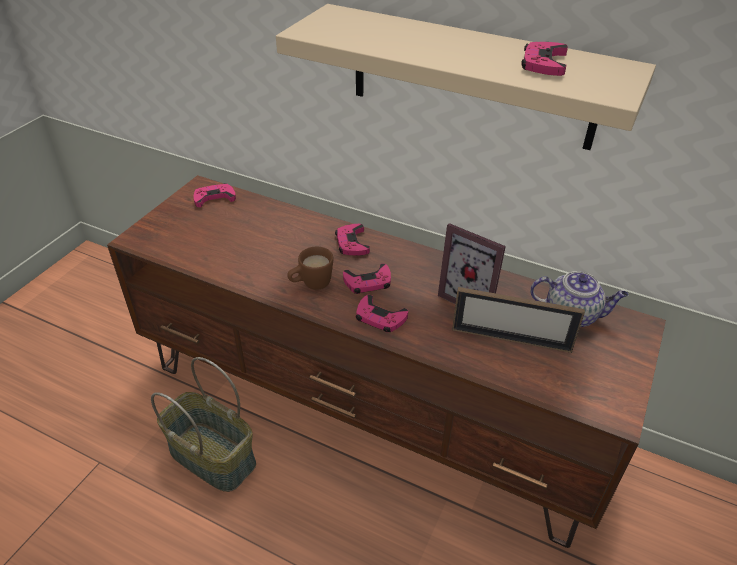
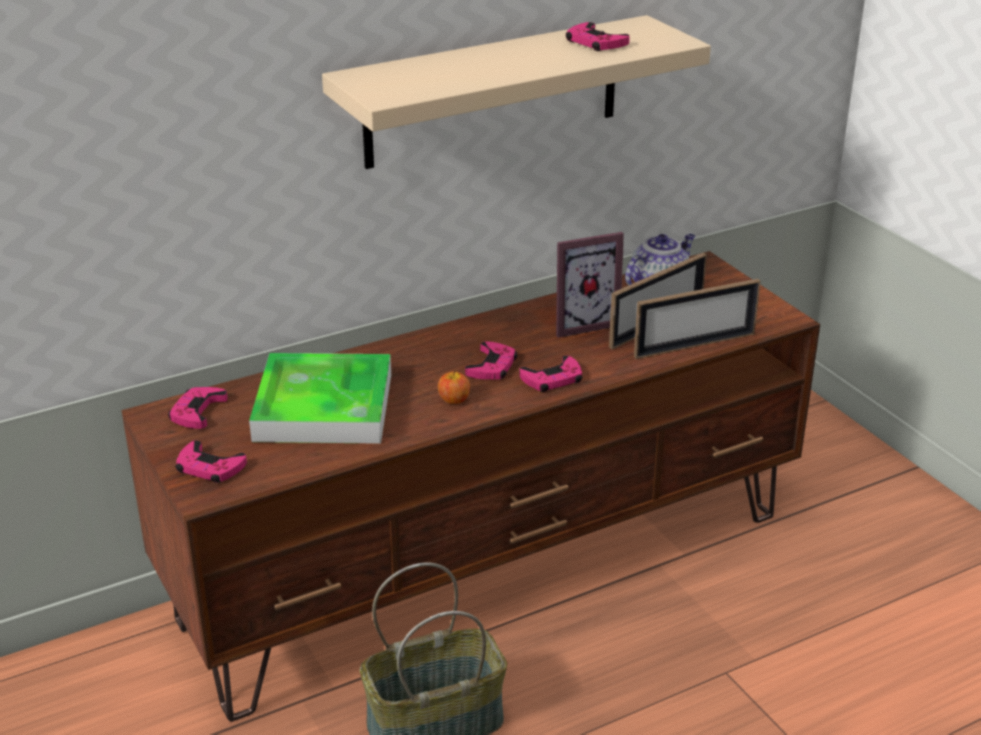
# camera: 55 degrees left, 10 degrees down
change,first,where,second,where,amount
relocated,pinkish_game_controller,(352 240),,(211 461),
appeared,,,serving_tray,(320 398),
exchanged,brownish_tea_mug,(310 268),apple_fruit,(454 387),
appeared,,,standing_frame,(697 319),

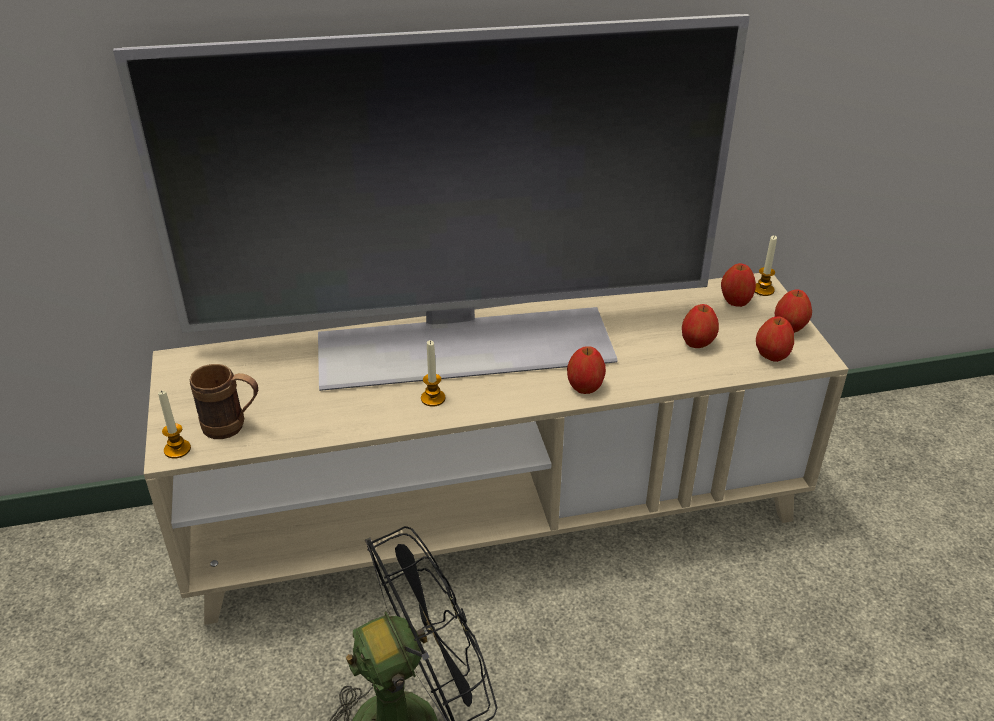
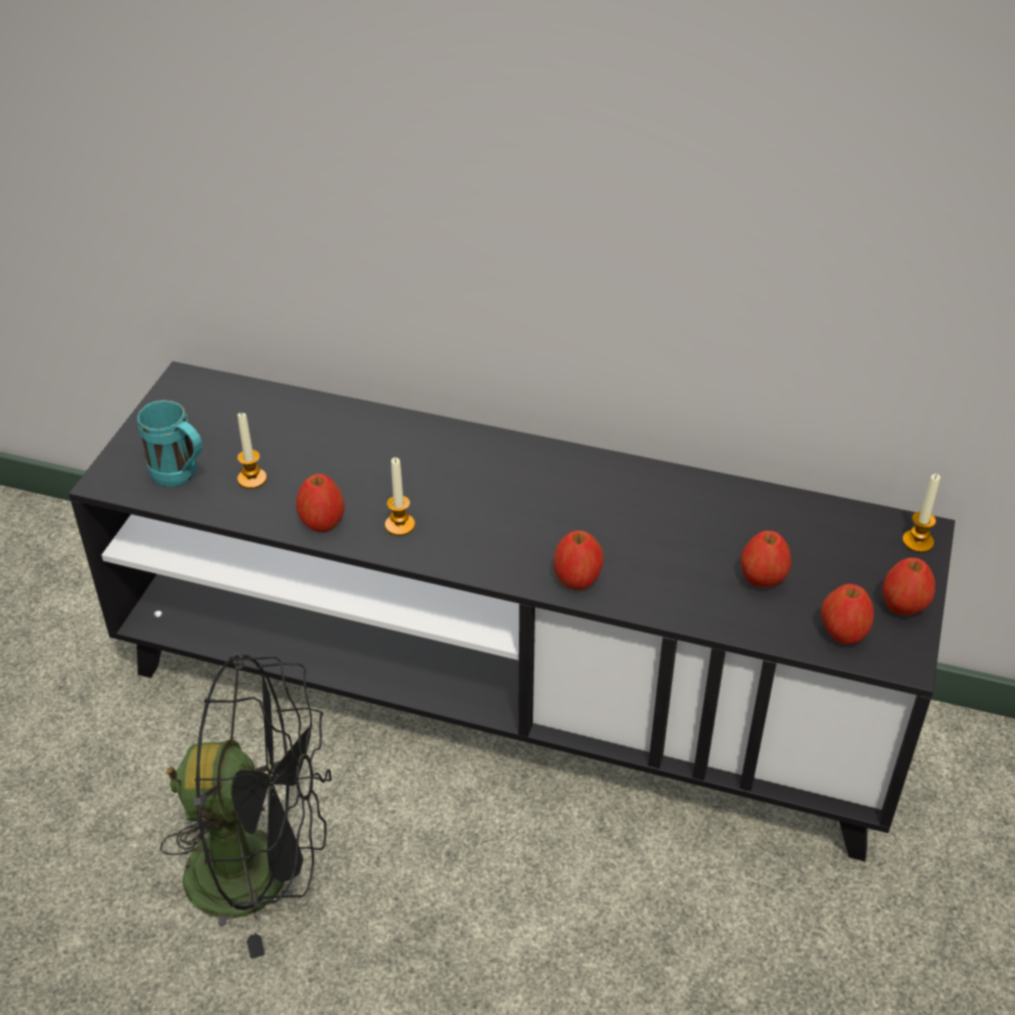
# camera: 30 degrees right, 5 degrees up
change,first,where,second,where,amount
colour,beige-coloured_media_console,(496 449),black_media_console,(512 611),
colour,brownish_tea_mug,(224 401),turquoise-coloured_tea_mug,(169 443),
relocated,wax_light,(174 424),,(252 450),
relocated,apple_fruit,(738 285),,(320 503),
missing,TV,(431 202),,,

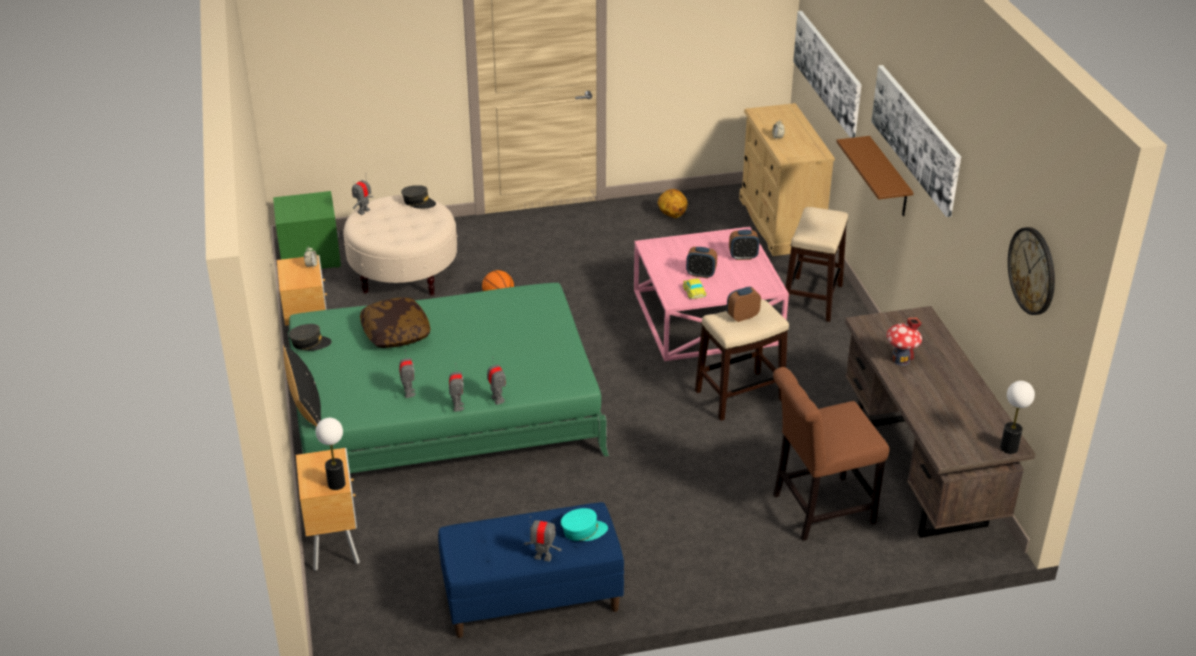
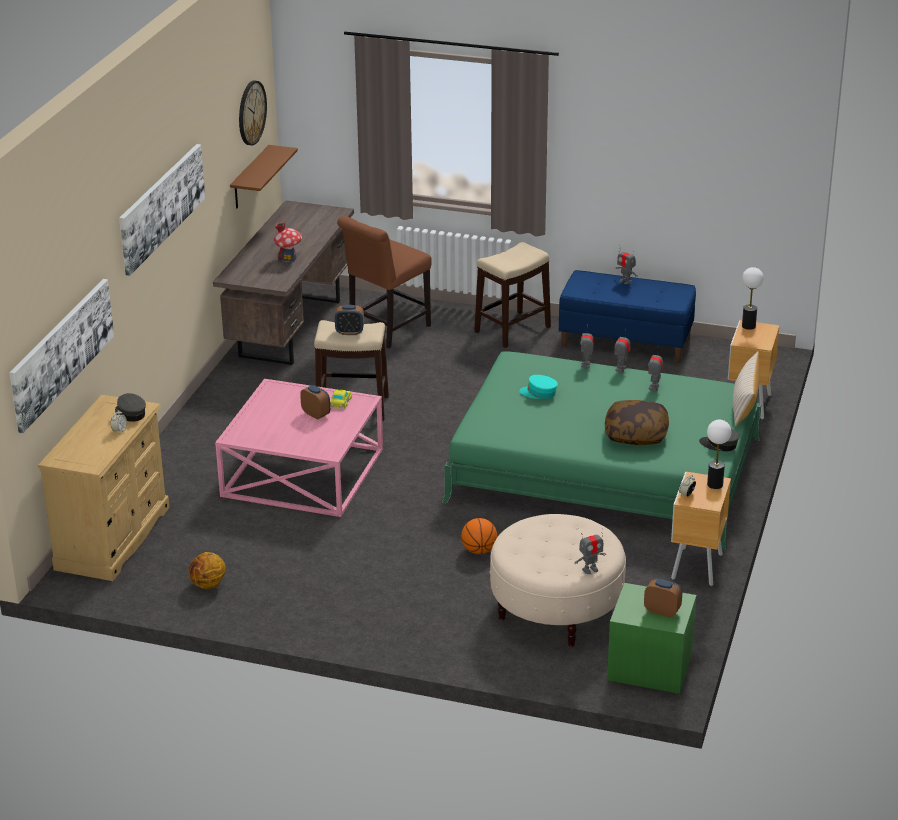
# camera: 150 degrees left, 5 degrees down
change,first,where,second,where,amount
relocated,gray_baseball_cap,(418 197),,(130 407),
relocated,brownish_bracket_shelf,(875 176),,(264 177),
spun,brownish_chair,(831 454),,(384 282),120 degrees clockwise
relocated,stool,(816 264),,(512 295),
relocated,turquoise-coloured_baseball_cap,(584 524),,(539 387),
relocated,alarm_clock,(744 245),,(663 597),
relocated,tabletop_lamp,(1017 417),,(719 454),
colour,black_throw_pillow,(302 385),beige-coloured_throw_pillow,(746 389),

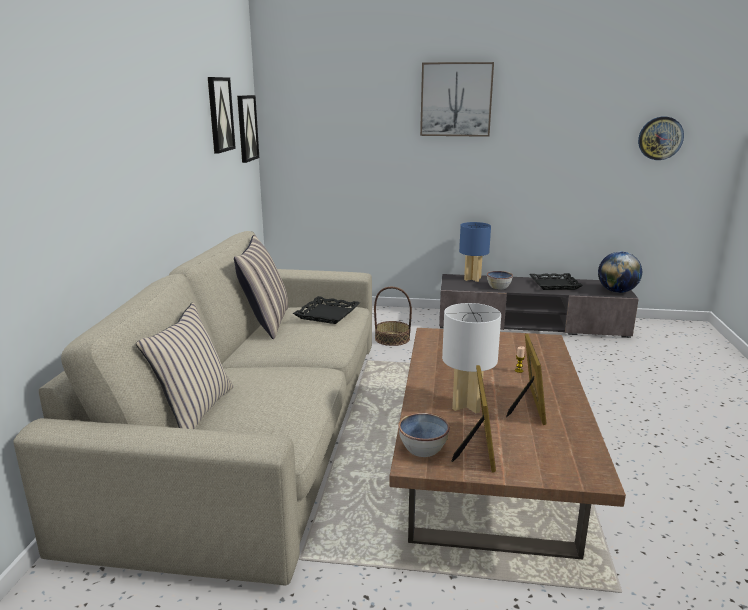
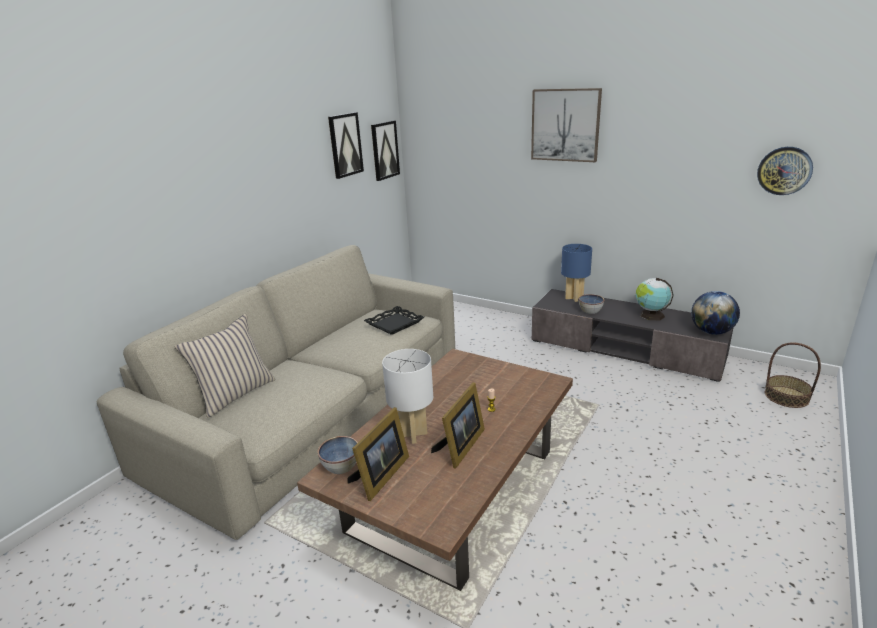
# camera: 25 degrees right, 5 degrees up
change,first,where,second,where,amount
exchanged,black_serving_tray,(556 281),globe,(655 299),
relocated,household_basket,(393 316),,(793 375),
missing,throw_pillow,(261 287),,,

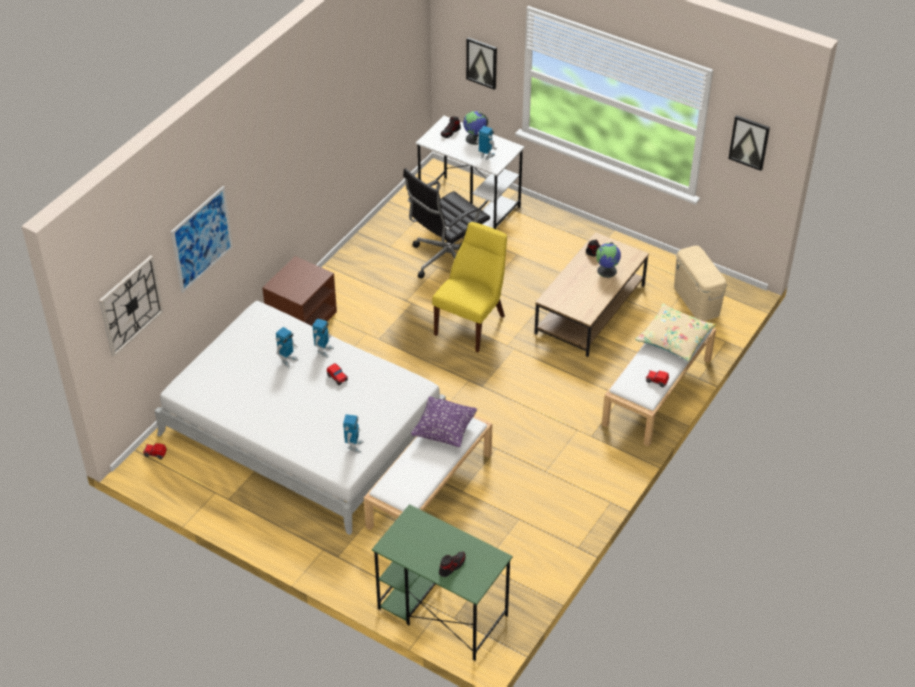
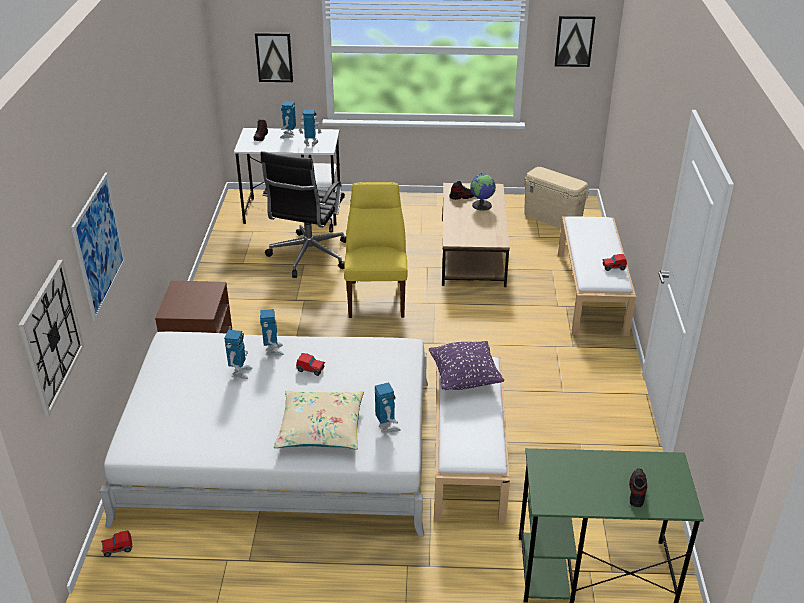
# camera: 30 degrees left, 10 degrees down
change,first,where,second,where,amount
relocated,beige-coloured_throw_pillow,(675 332),,(319 420),
exchanged,globe,(475 128),toy_robot,(288 119),

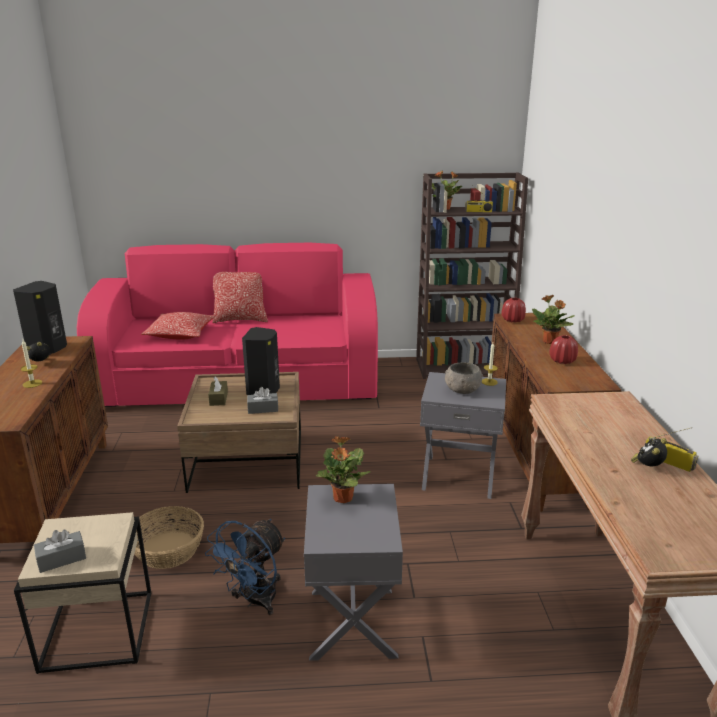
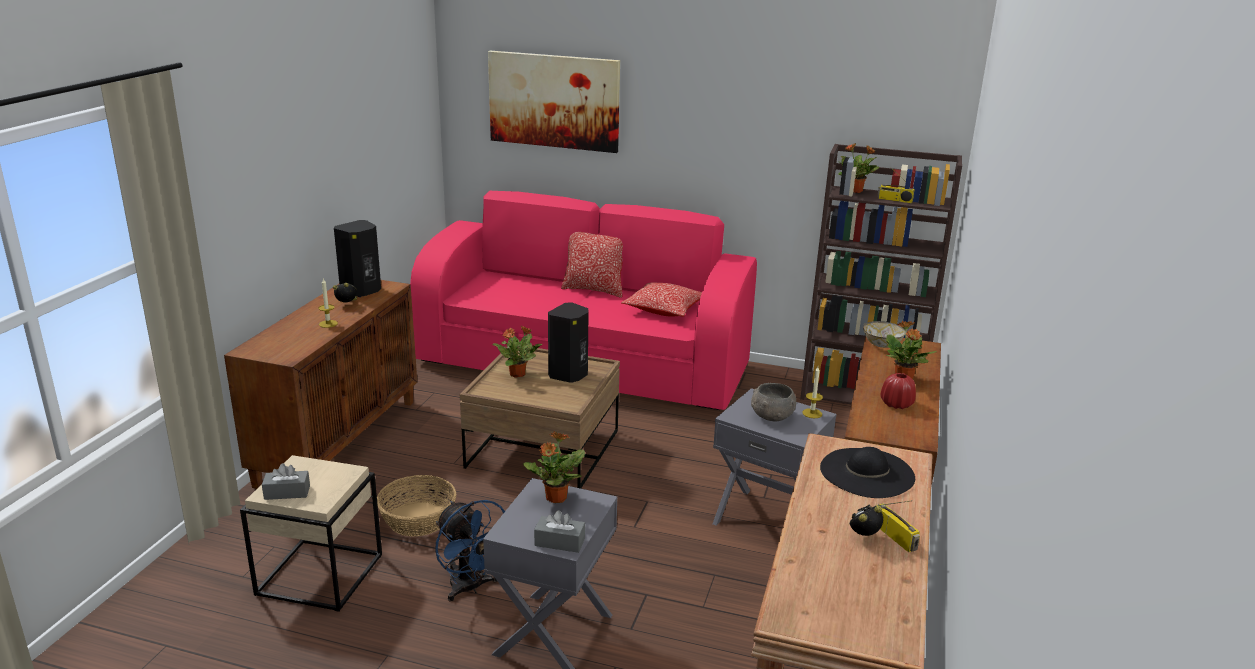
# camera: 20 degrees right, 0 degrees up
change,first,where,second,where,amount
spun,blue_fan,(245 567),,(470 550),90 degrees counterclockwise
appeared,,,wall_picture,(554 102),
exchanged,brownish_tissue_holder,(218 391),potted_plant,(517 352),
relocated,gray_tissue_holder,(262 400),,(559 531),
relocated,throw_pillow,(178 326),,(661 299),
appeared,,,black_wearable_hat,(867 472),
exchanged,reddish_vase,(513 310),deep_dish,(884 334),

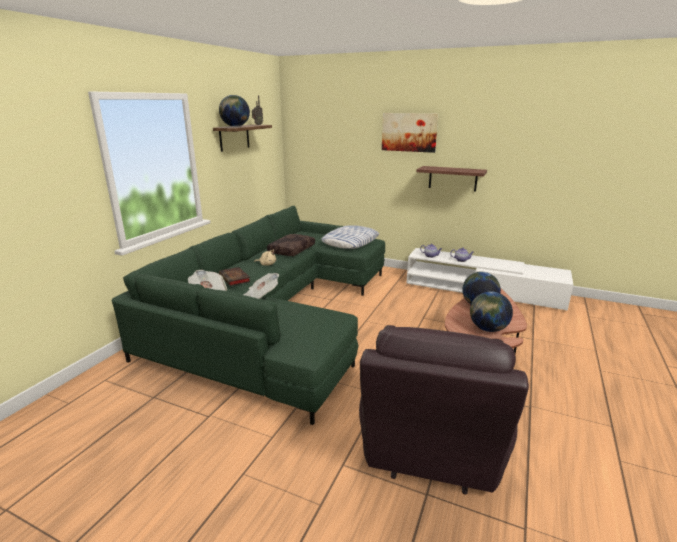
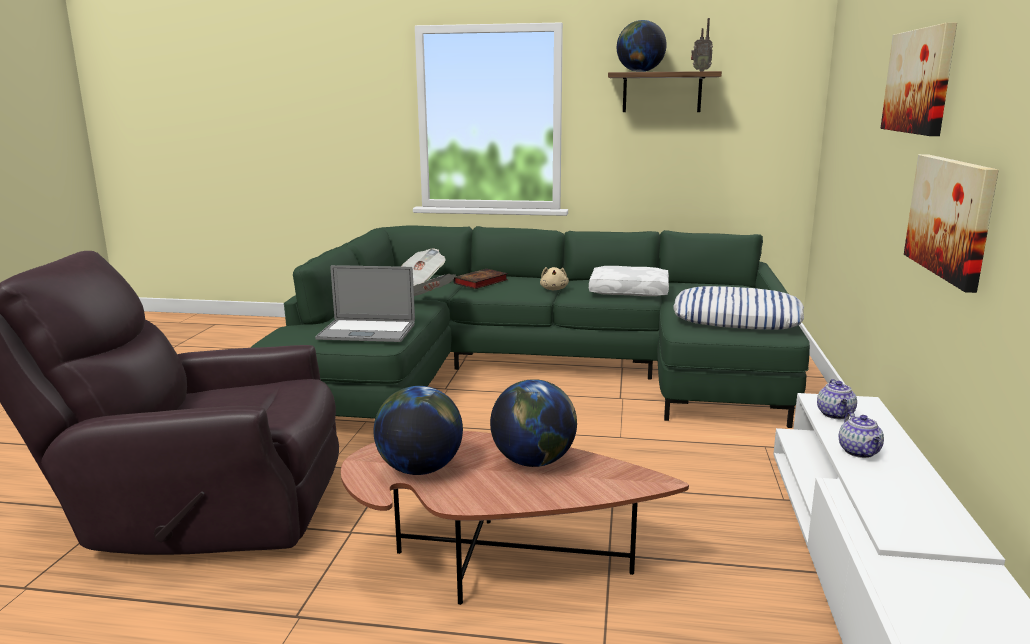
# camera: 75 degrees right, 5 degrees down
change,first,where,second,where,amount
appeared,,,portable_computer,(365 303),
colour,brownish_throw_pillow,(291 245),whitish_throw_pillow,(629 281),
exchanged,bracket_shelf,(451 178),wall_picture,(951 223),

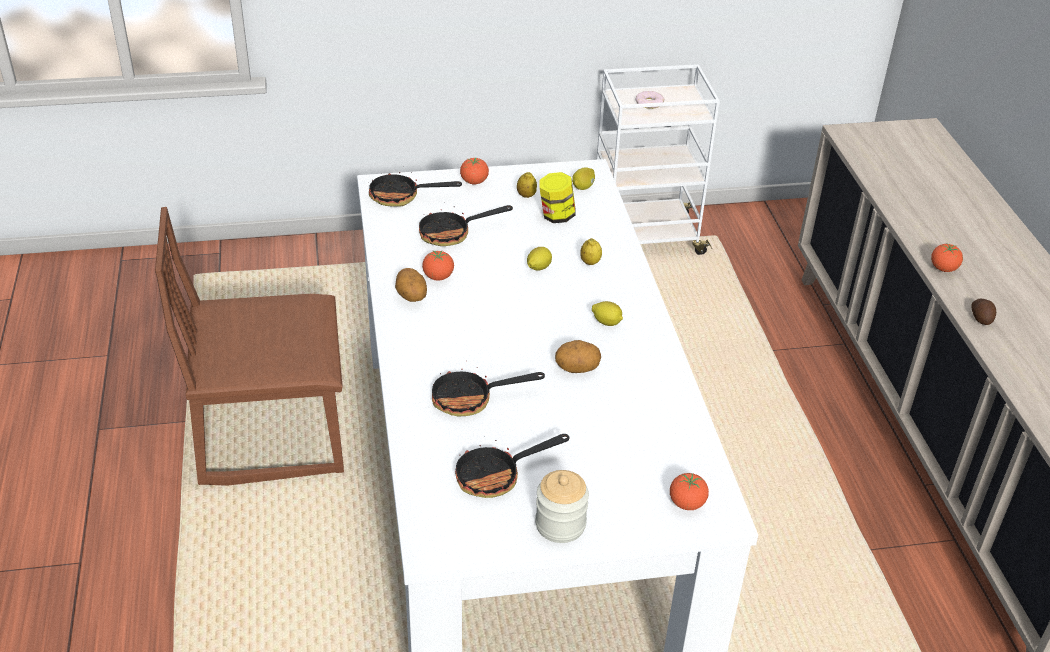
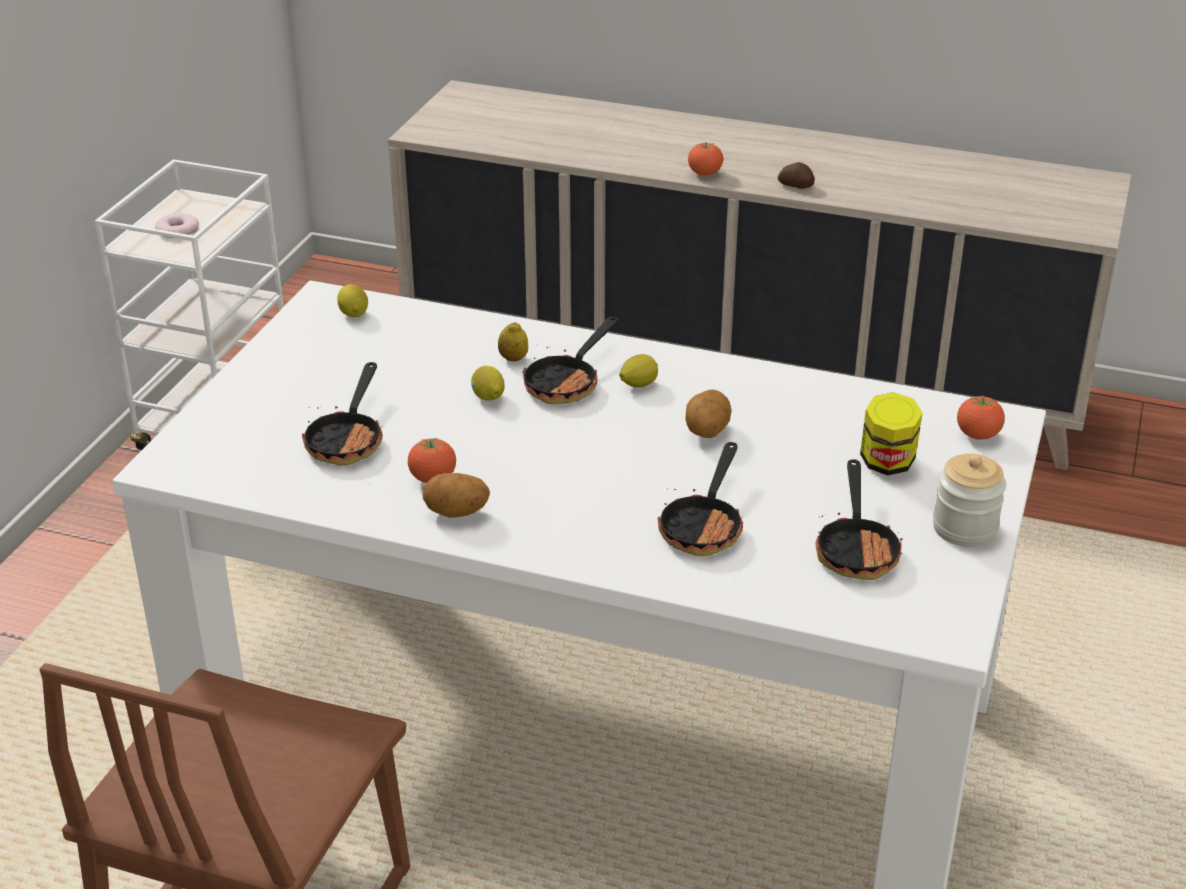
# camera: 60 degrees left, 5 degrees down
change,first,where,second,where,amount
relocated,pan,(415 189),,(570 360),
relocated,jar,(558 197),,(891 433),
missing,fresh_tomato,(474 171),,,
missing,citrus_fruit,(527 185),,,

